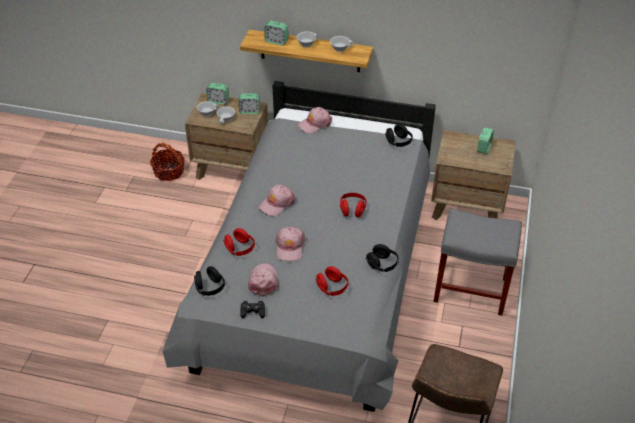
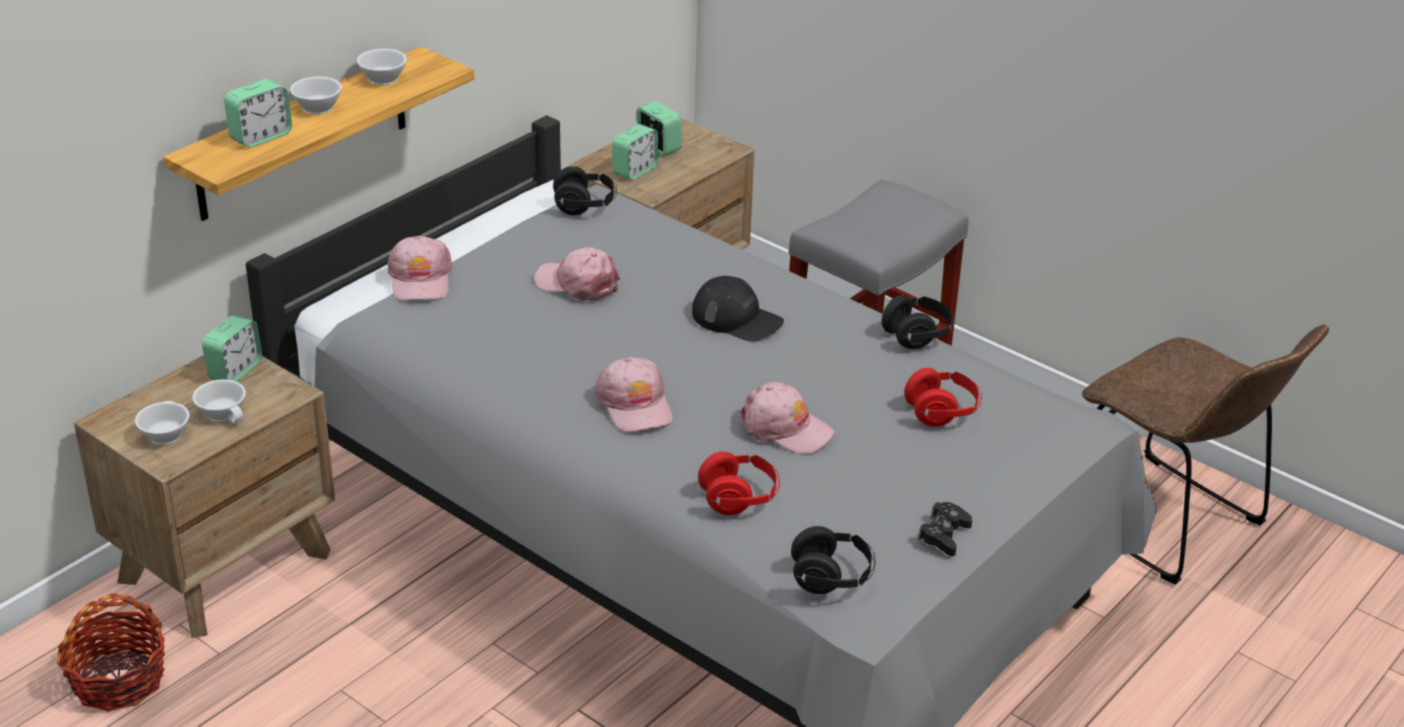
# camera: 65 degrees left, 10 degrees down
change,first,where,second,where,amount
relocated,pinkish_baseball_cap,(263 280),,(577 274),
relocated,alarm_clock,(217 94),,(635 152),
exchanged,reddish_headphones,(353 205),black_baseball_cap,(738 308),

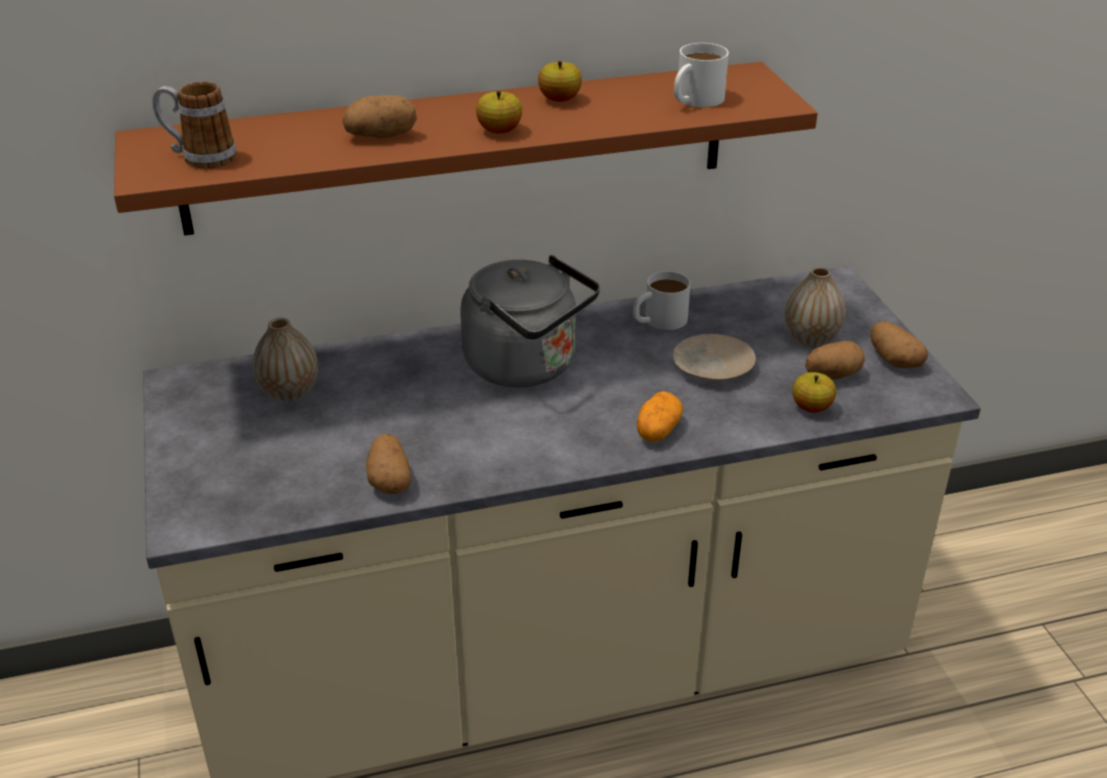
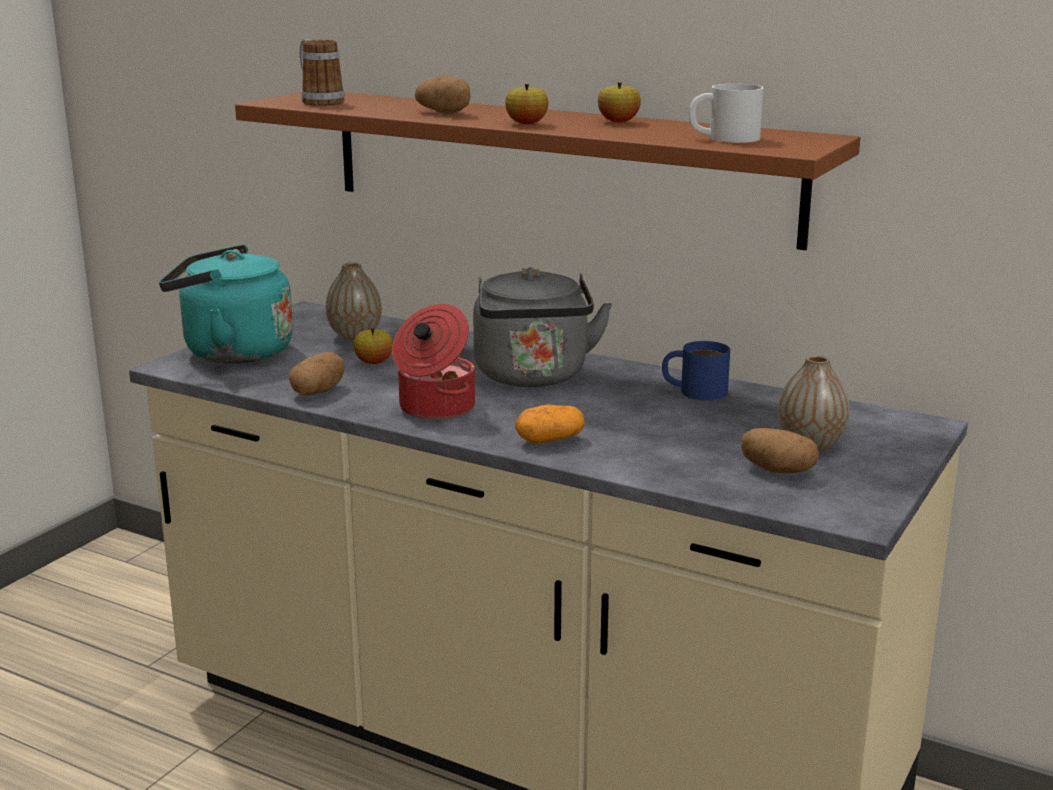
# camera: 45 degrees right, 15 degrees down
change,first,where,second,where,amount
appeared,,,turquoise-coloured_tea_kettle,(226 304),
relocated,apple_fruit,(814 392),,(373 346),
appeared,,,cooking_pot,(433 362),
colour,whitish_tea_mug,(661 300),blue_tea_mug,(696 370),
missing,beige-coloured_plate,(714 357),,,
missing,whole_potato,(899 344),,,

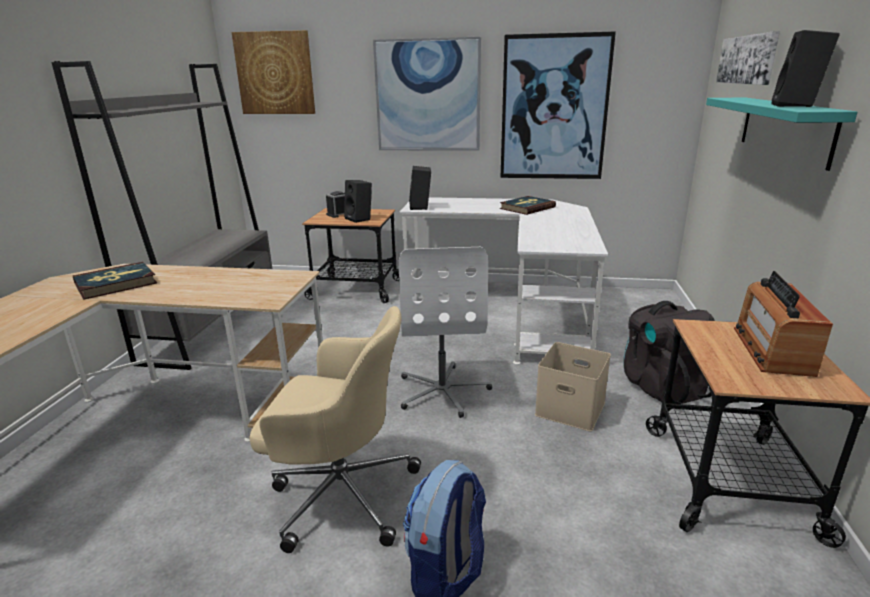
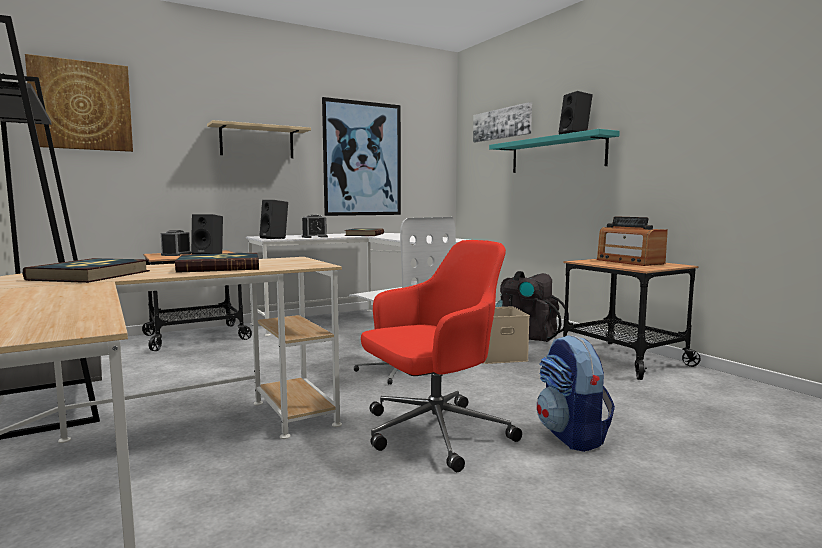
# camera: 40 degrees left, 15 degrees down
change,first,where,second,where,amount
appeared,,,book,(217 263),
exchanged,wall_picture,(427 94),beige-coloured_bracket_shelf,(259 139),
appeared,,,alarm_clock,(315 226),
colour,beige-coloured_office_chair,(335 429),reddish_office_chair,(441 356),

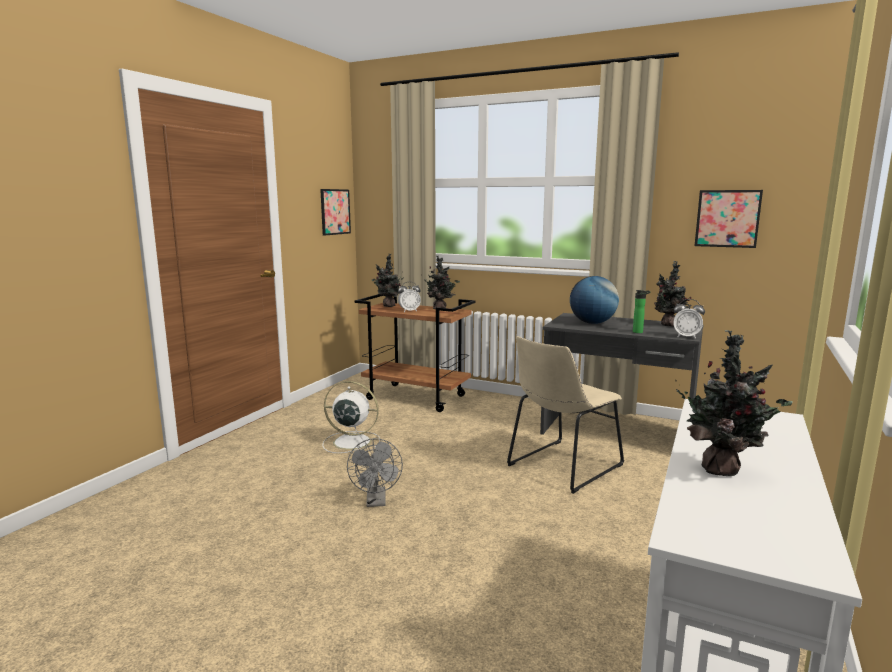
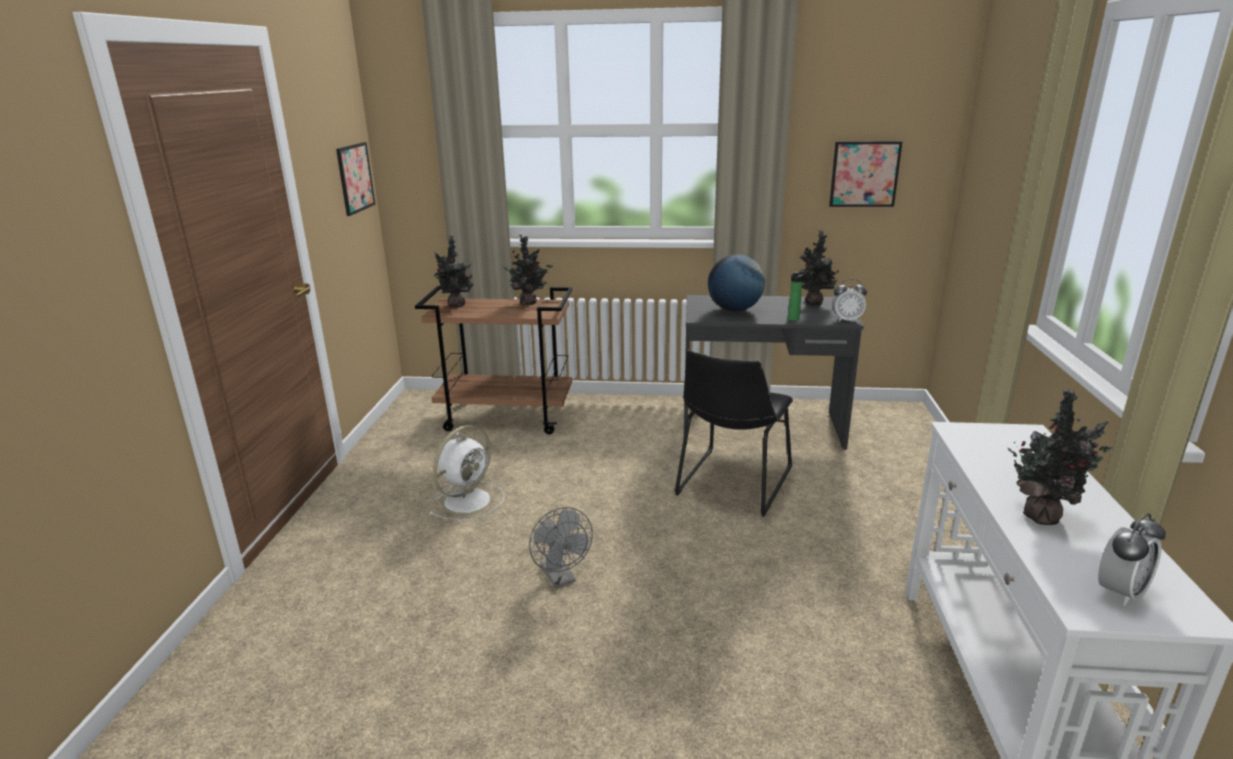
# camera: 20 degrees left, 10 degrees up
change,first,where,second,where,amount
spun,whitish_fan,(351 417),,(467 473),135 degrees clockwise
colour,beige-coloured_chair,(565 415),black_chair,(734 433),
relocated,alarm_clock,(409 297),,(1132 559),

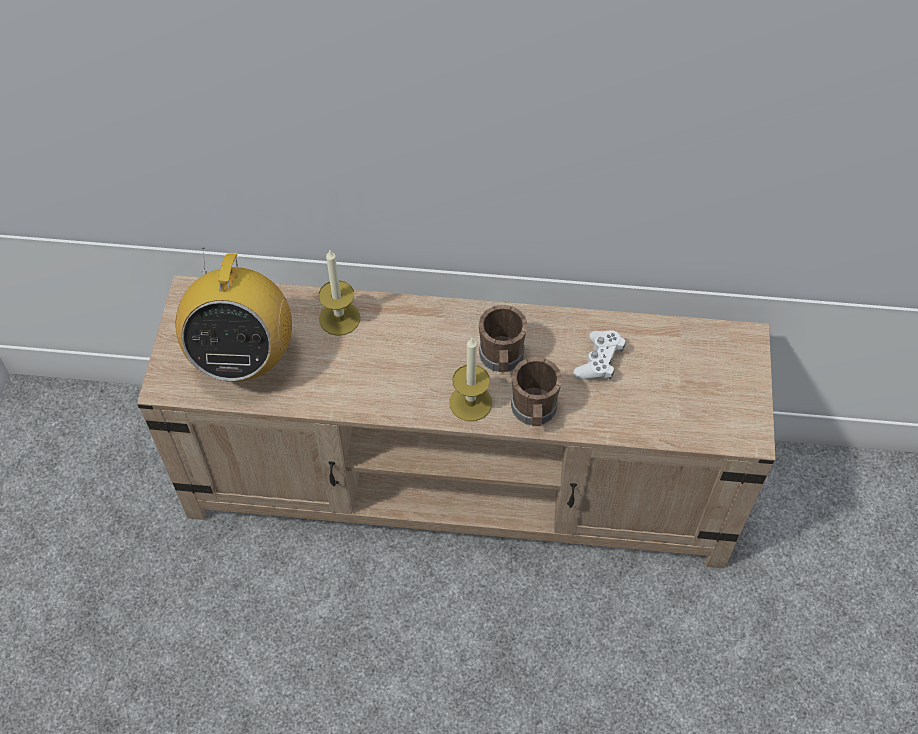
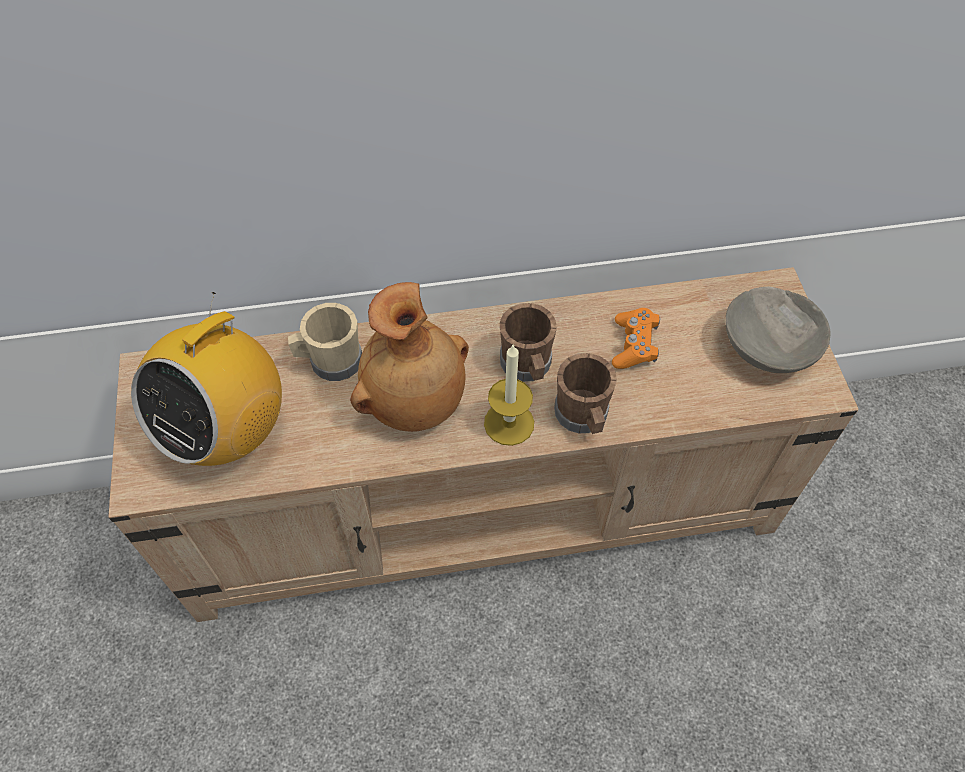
# camera: 15 degrees left, 0 degrees up
change,first,where,second,where,amount
spun,radio_receiver,(233 315),,(206 379),45 degrees clockwise
exchanged,wax_light,(339 293),beige-coloured_tea_mug,(325 342),
appeared,,,brownish_vase,(409 357),
colour,whitish_game_controller,(599 354),orange-coloured_game_controller,(636 338),
appeared,,,gray_deep_dish,(778 330),

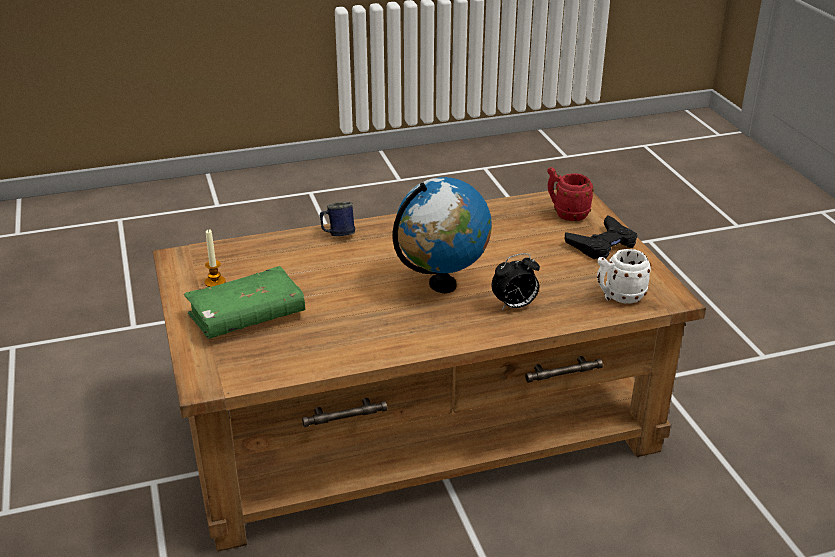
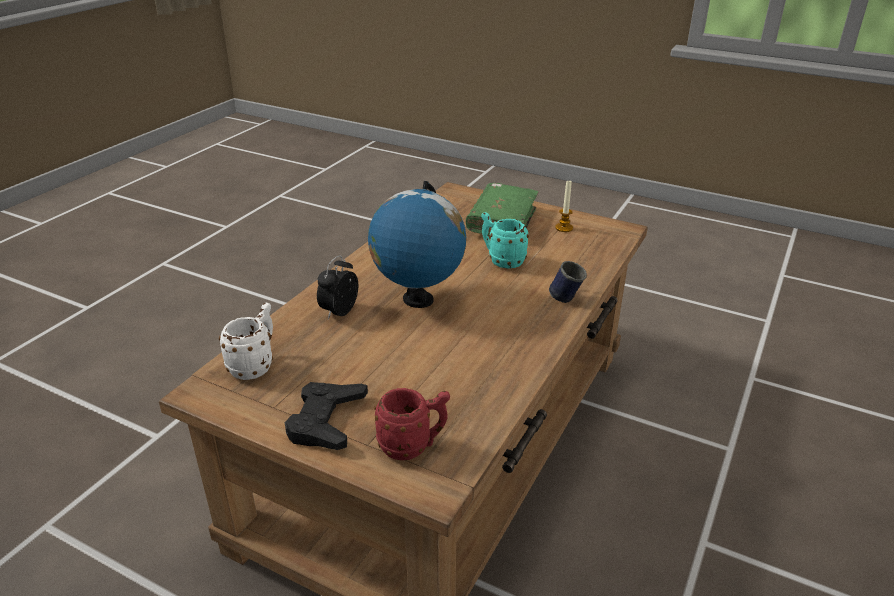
# camera: 135 degrees right, 0 degrees up
change,first,where,second,where,amount
appeared,,,turquoise-coloured_tea_mug,(505 240),

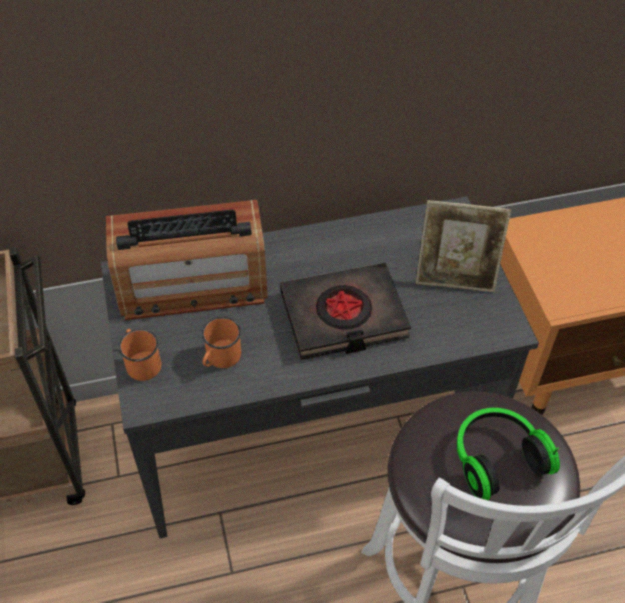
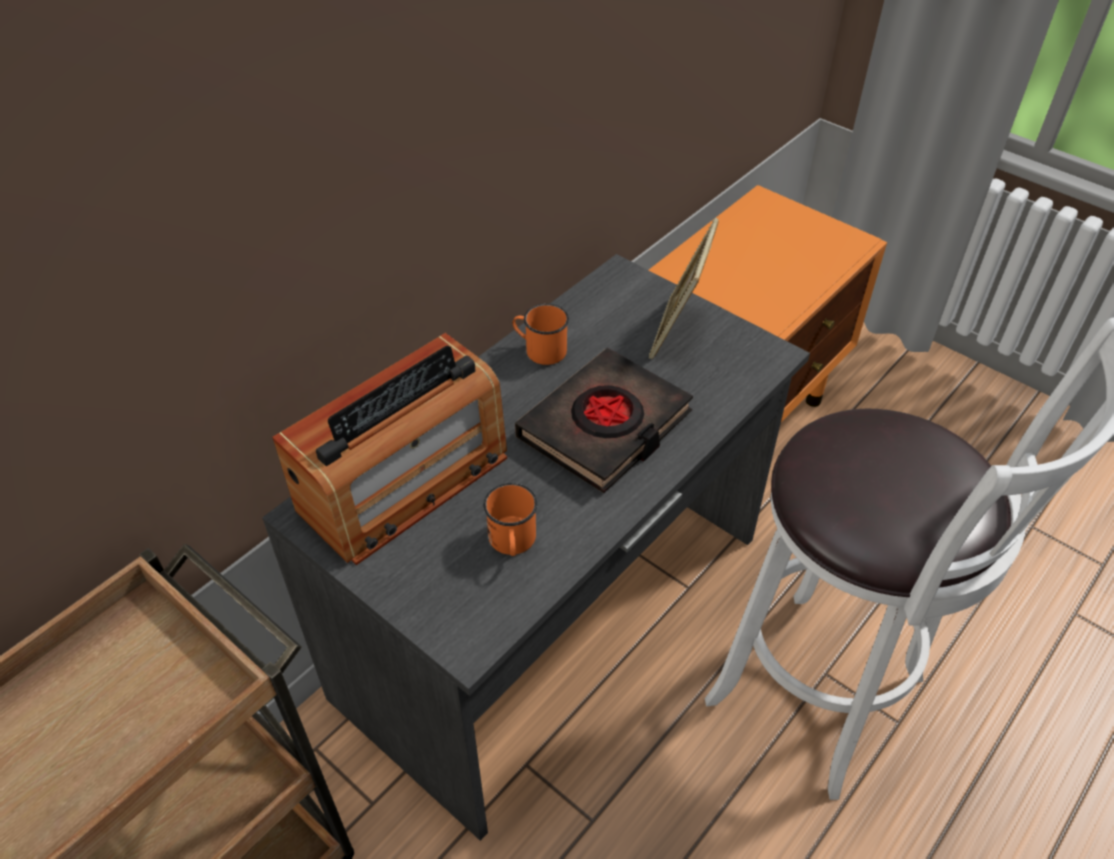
# camera: 35 degrees left, 5 degrees down
change,first,where,second,where,amount
relocated,orange-coloured_tea_mug,(140 355),,(540 334),
spun,standing_frame,(463 246),,(684 288),135 degrees clockwise
missing,headphones,(508 454),,,

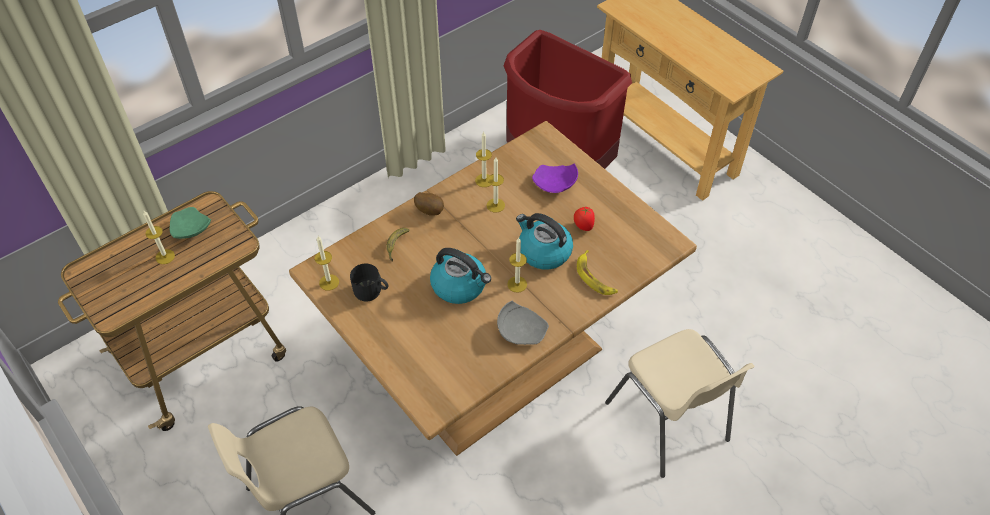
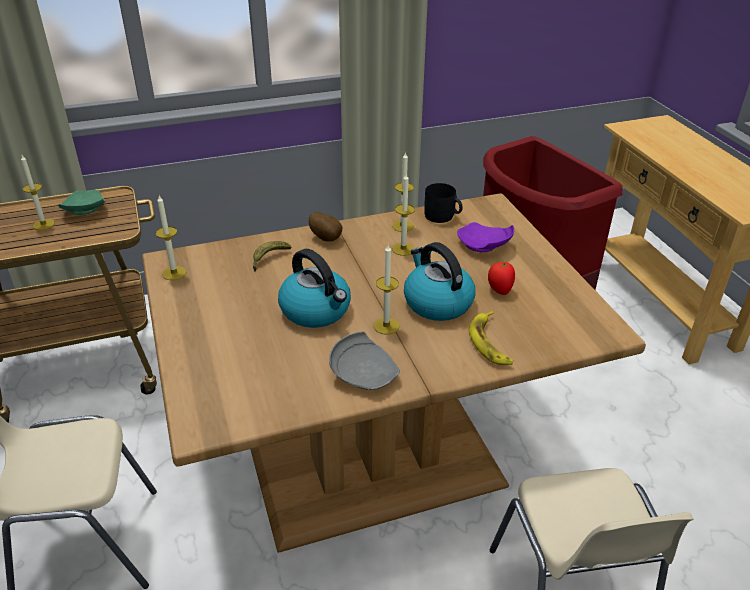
# camera: 20 degrees right, 15 degrees down
change,first,where,second,where,amount
relocated,black_tea_mug,(369 282),,(443 203),

